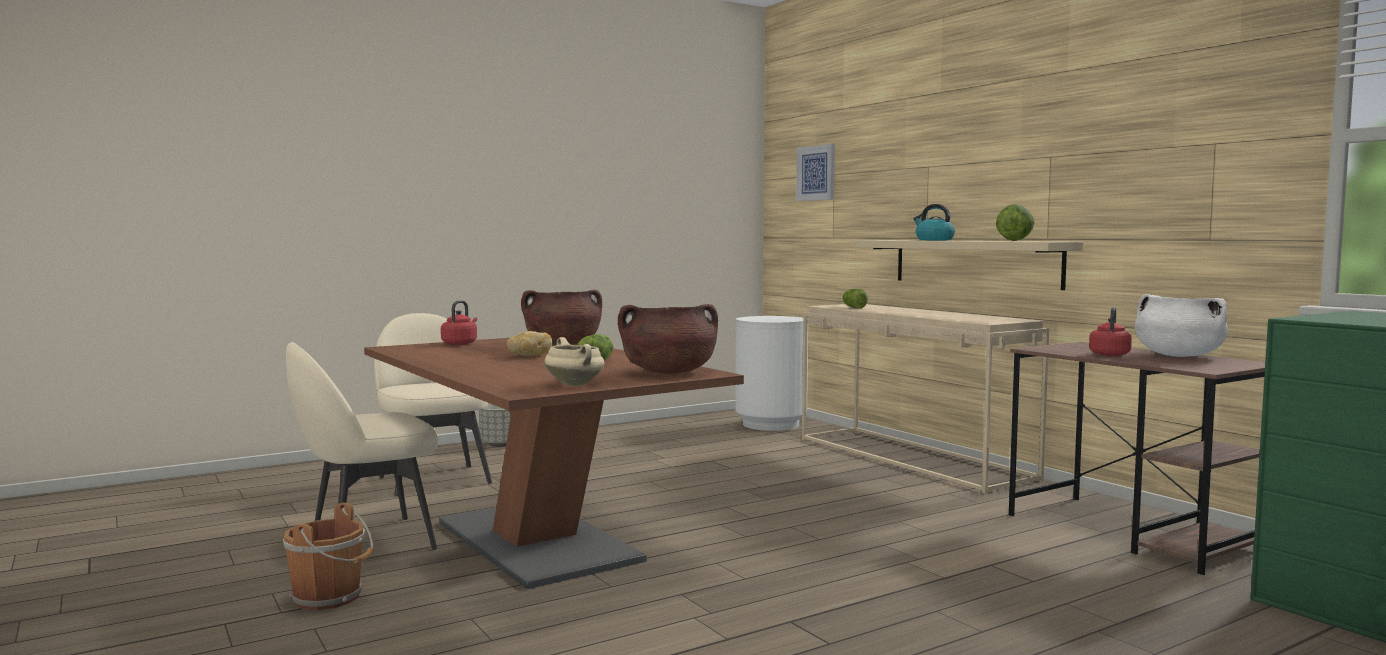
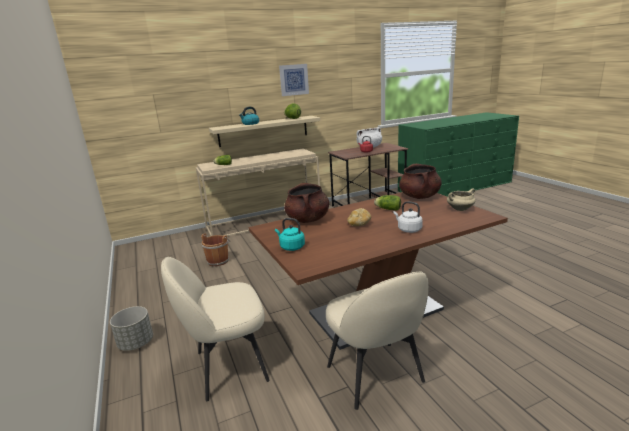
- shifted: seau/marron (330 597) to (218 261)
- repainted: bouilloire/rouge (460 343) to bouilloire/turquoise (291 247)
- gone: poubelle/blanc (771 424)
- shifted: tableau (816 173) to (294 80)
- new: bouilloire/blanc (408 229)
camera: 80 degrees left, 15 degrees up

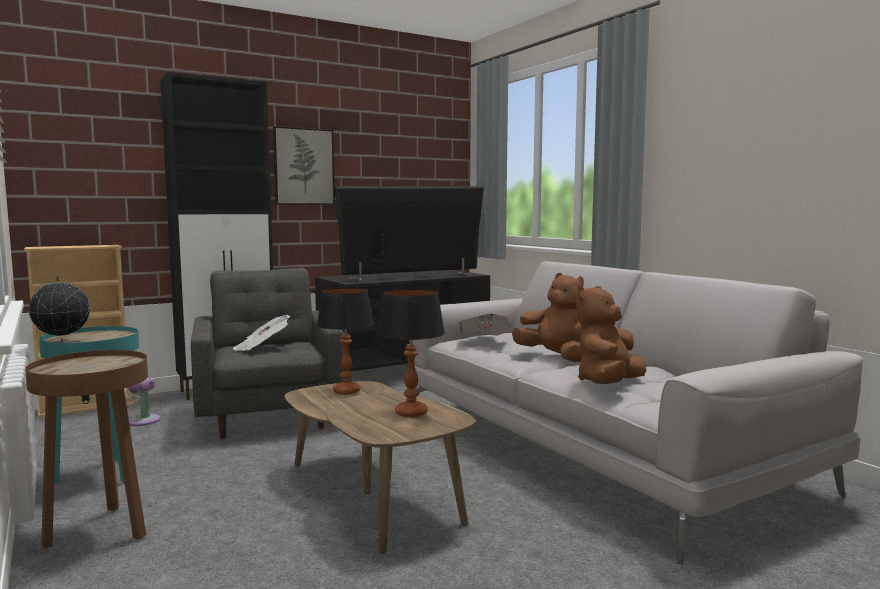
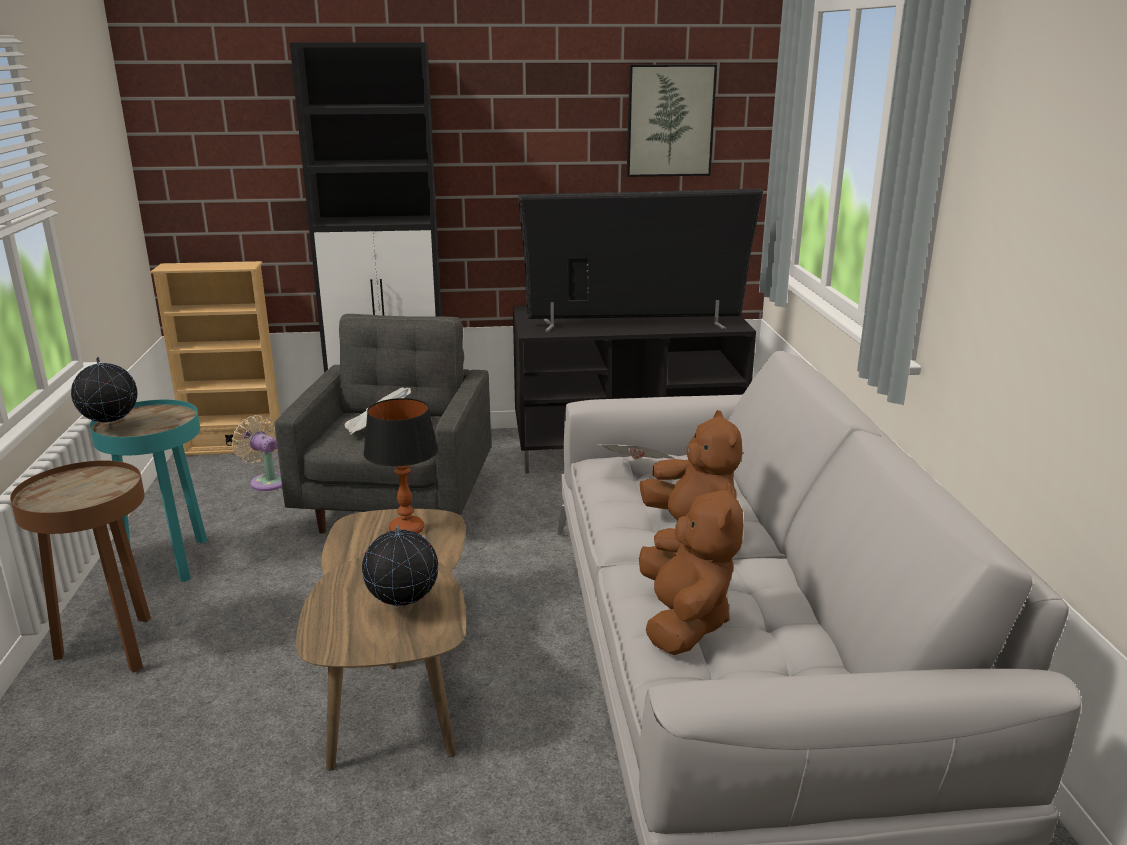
- shifted: tableau (303 166) to (670 121)
- swapped: lampe de table (411 413) to globe (403 608)
- rotated: peluche/marron (608 384) = (684 622) 120 degrees clockwise
camera: 25 degrees right, 15 degrees up

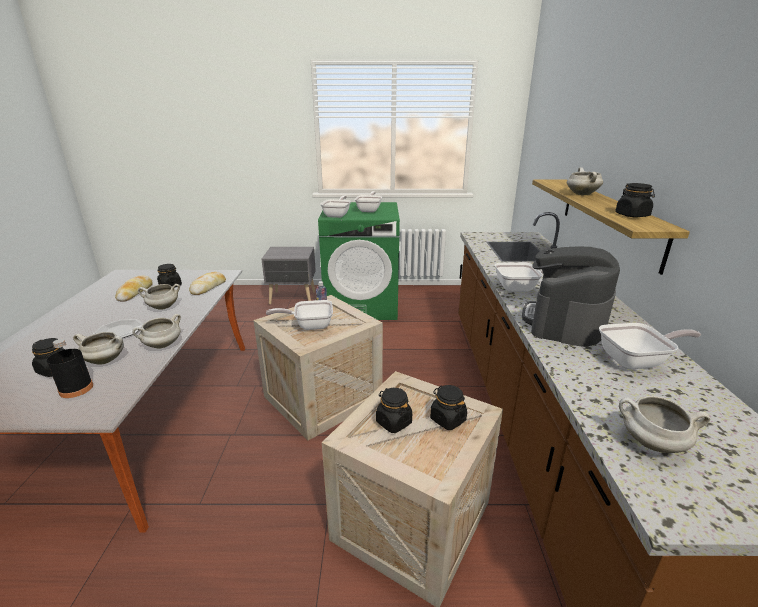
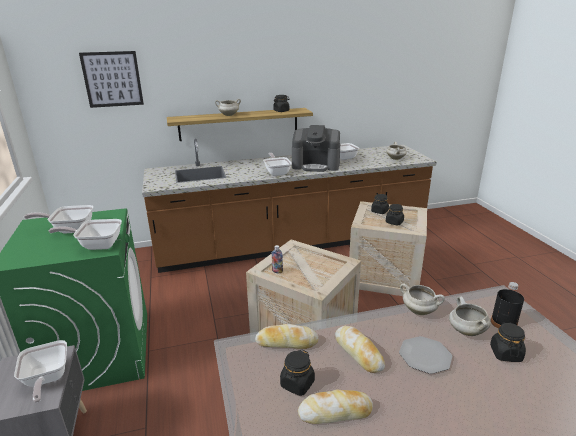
- swapped: marmite/blanc (163 307) to pain (358 353)
- shifted: poêle (309 325) to (46 380)
- new: tableau (112 79)
camera: 105 degrees left, 0 degrees up

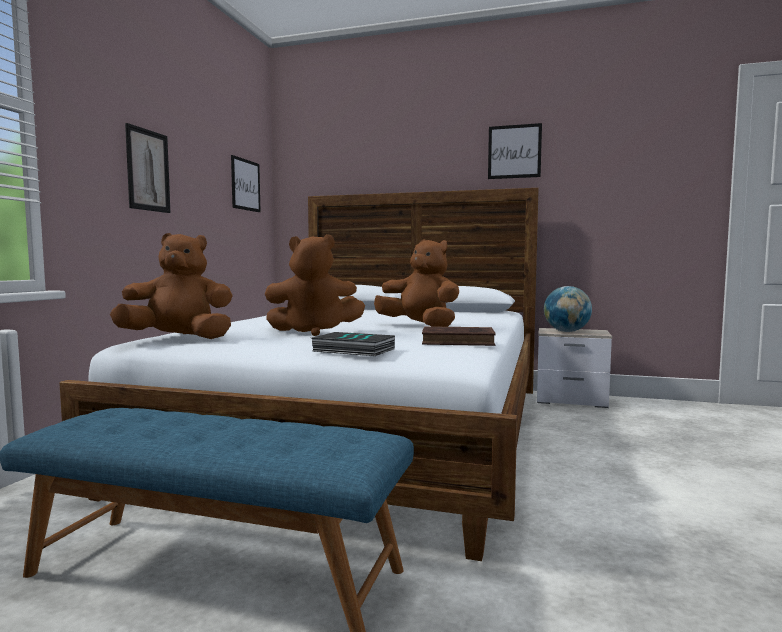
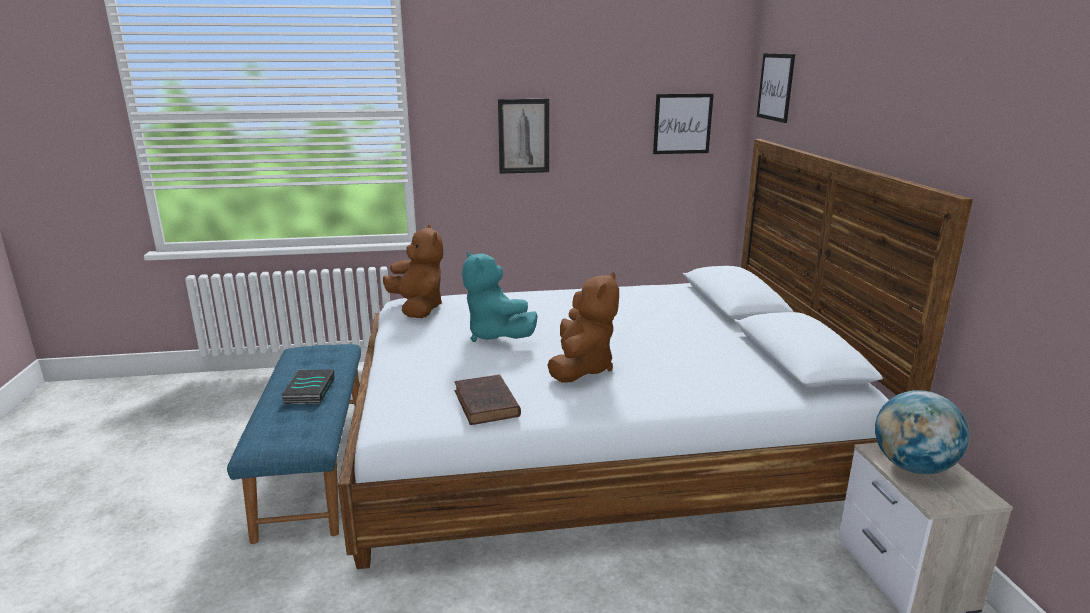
- repainted: peluche/marron (314 332) to peluche/turquoise (496 335)
- shifted: livre (352 350) to (308 391)
- shifted: tableau (514 151) to (775 87)
camera: 65 degrees right, 15 degrees up

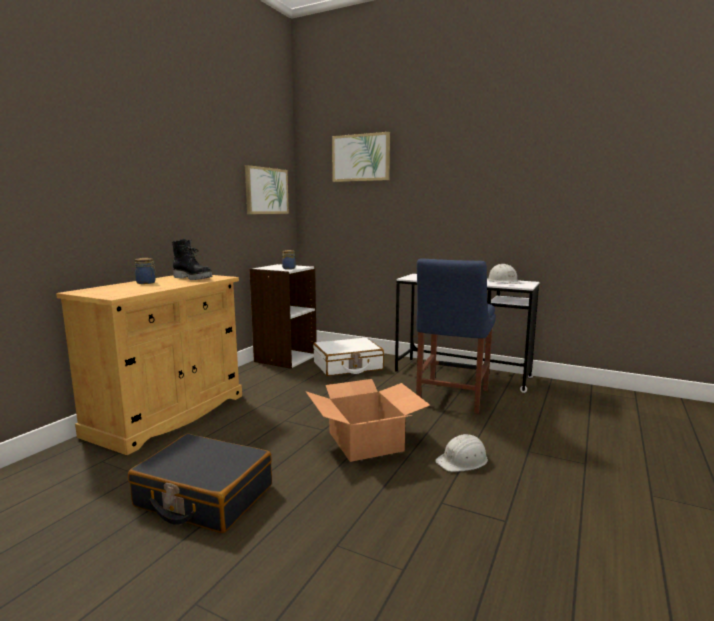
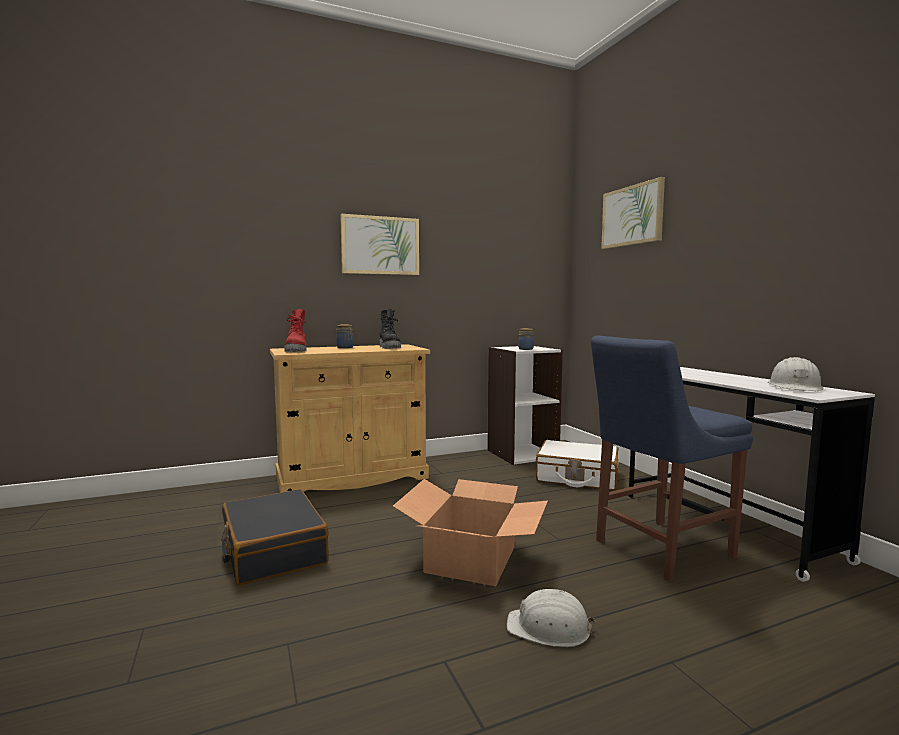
- shifted: tableau (266 191) to (380 245)
- new: botte/rouge (297 351)
camera: 40 degrees right, 5 degrees down

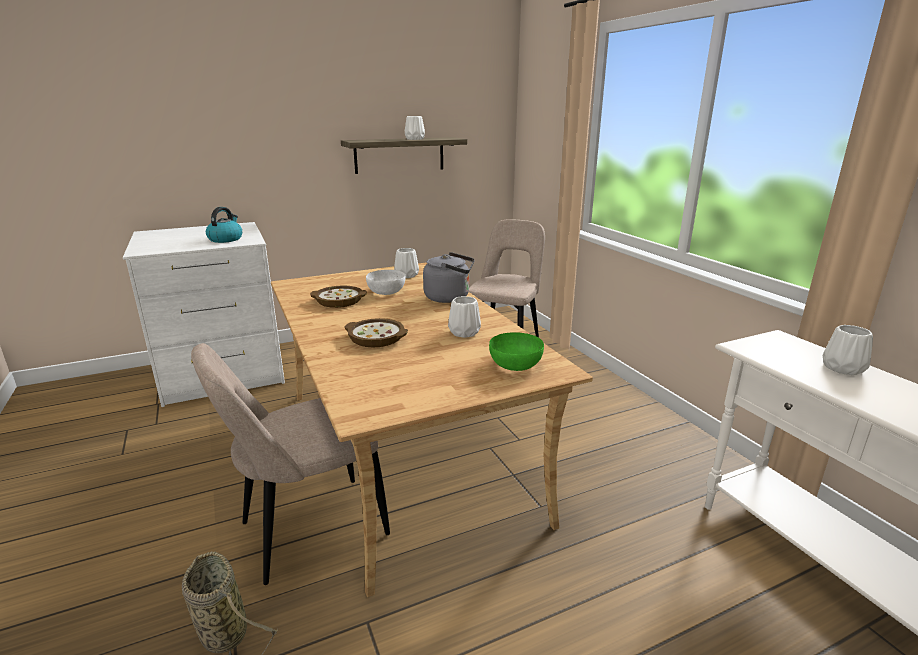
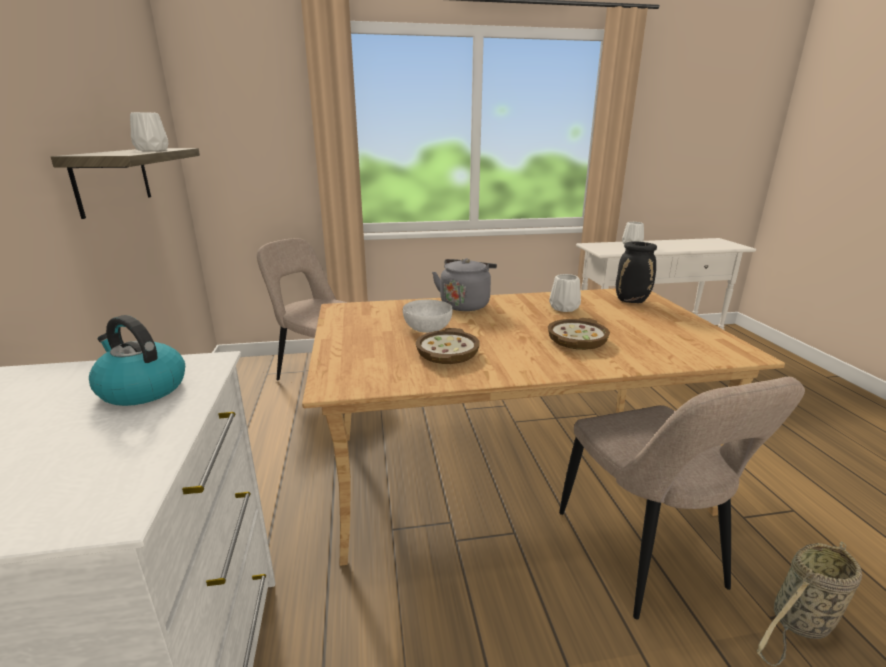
- gone: vase/blanc (407 275)
- swapped: bol/vert (516 365) to vase/noir (632 301)
camera: 75 degrees left, 0 degrees up

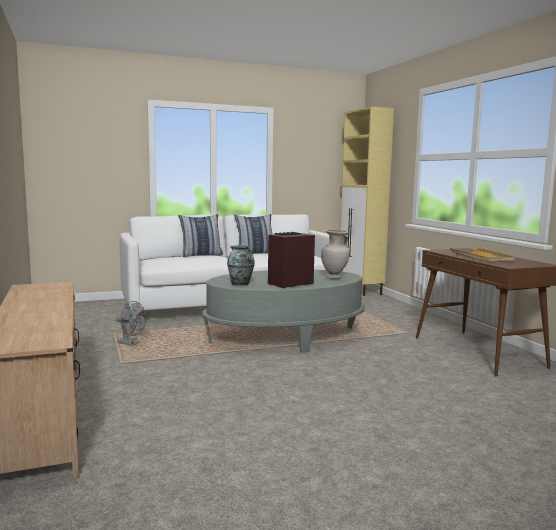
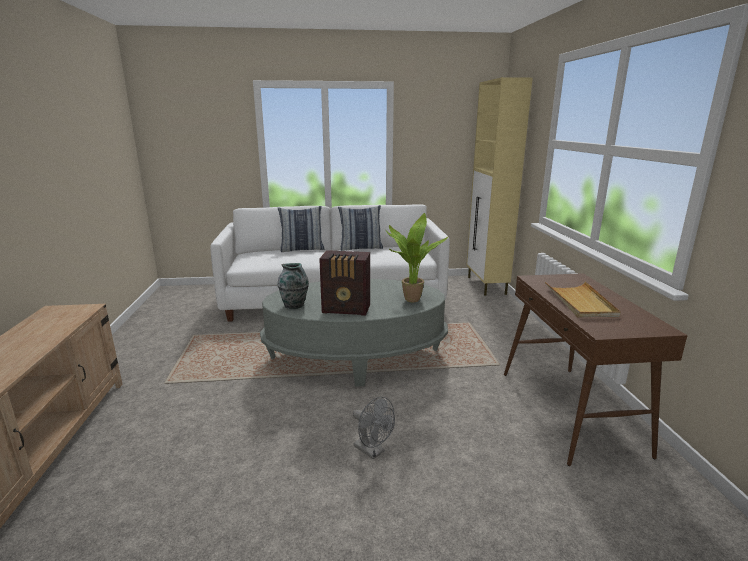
- shifted: ventilateur/gris (131 343) to (373 451)
- rotated: radio (289 284) = (347 309) 150 degrees counterclockwise
- swapped: vase/beige (334 277) to plante en pot (410 299)
camera: 15 degrees right, 10 degrees up

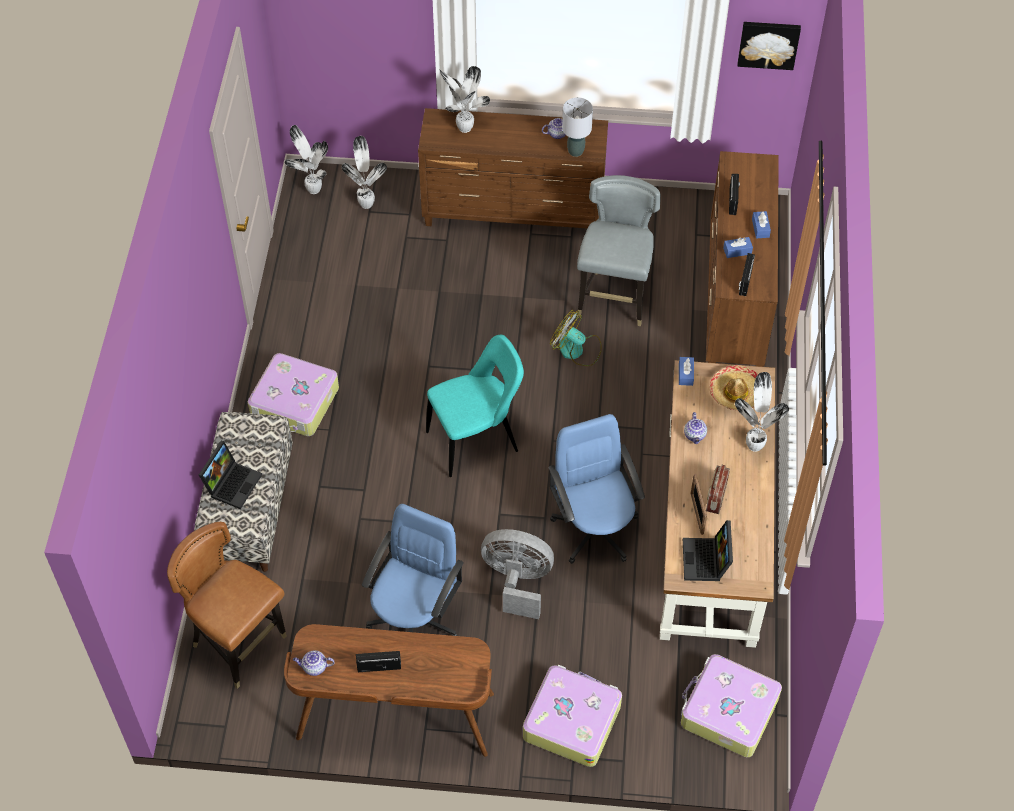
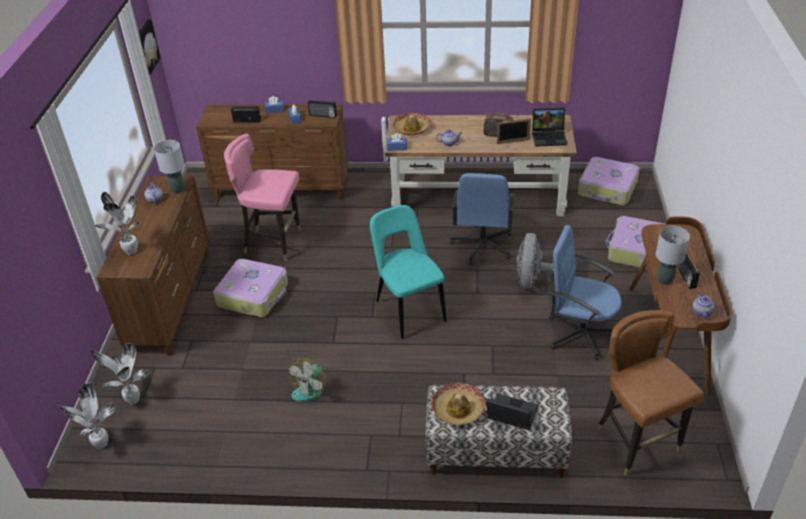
- rotated: chaise/marron (239 645) = (636 443) 120 degrees clockwise
- shifted: valise (295 403) to (254 295)
- rotated: chaise de bureau/bleu (595 528) = (482 246) 60 degrees counterclockwise
- shifted: ventilateur (576 350) to (312 388)
- repainted: chaise/gris (614 300) to chaise/rose (273 243)
- gone: plante en pot (754 444)
- new: chapeau (458 409)
- new: lampe de table/gris (664 280)
camera: 90 degrees left, 15 degrees down

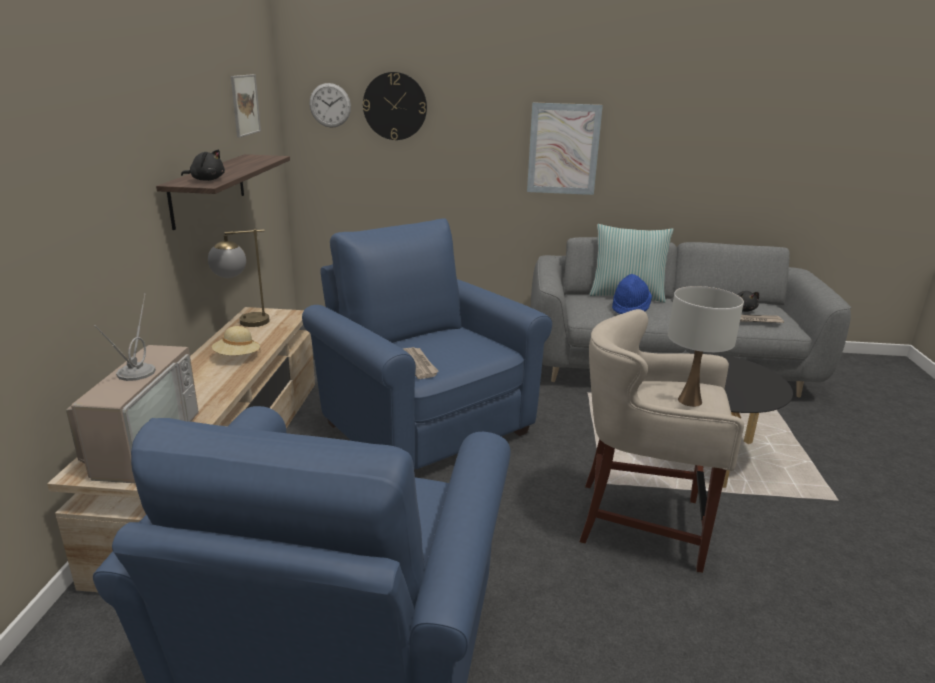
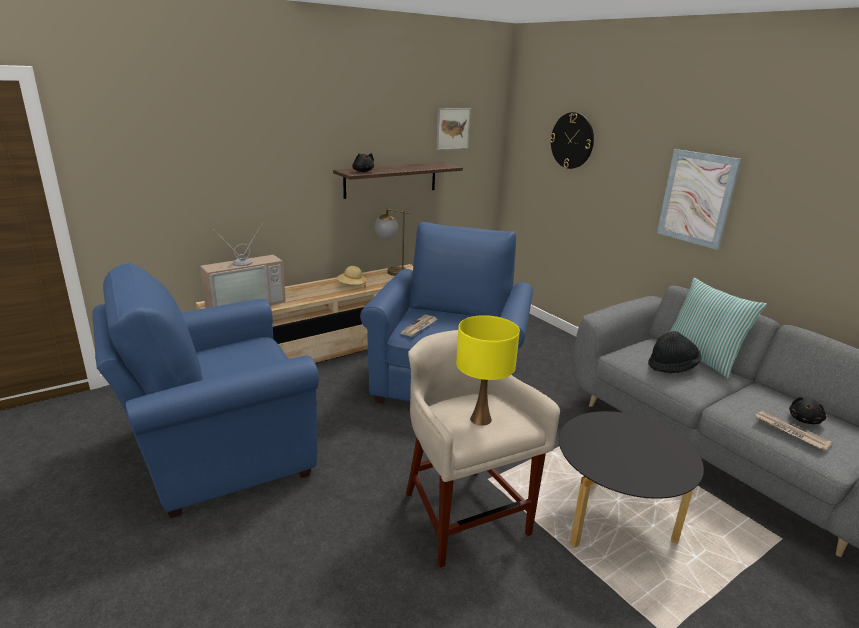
- gone: horloge murale (330 105)
- repainted: chapeau/bleu (630 308) to chapeau/noir (672 366)
- repainted: lampe de table/blanc (690 401) to lampe de table/jaune (481 419)
camera: 50 degrees right, 0 degrees up

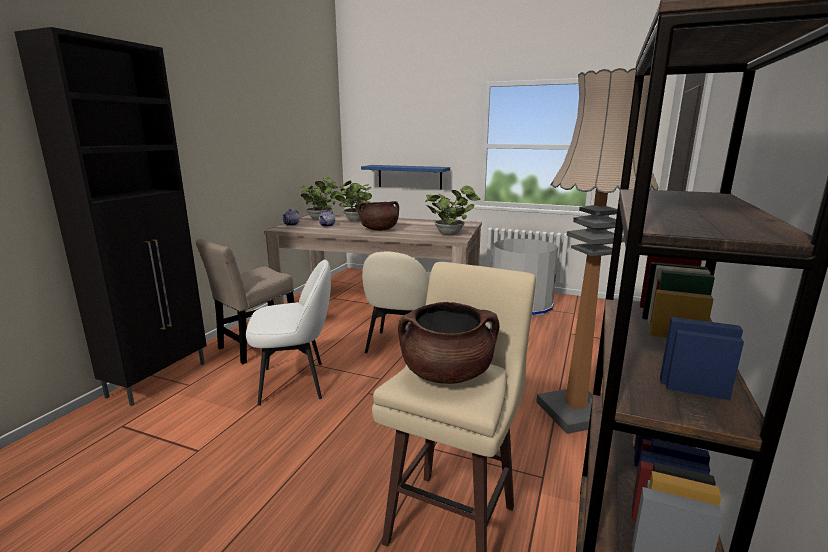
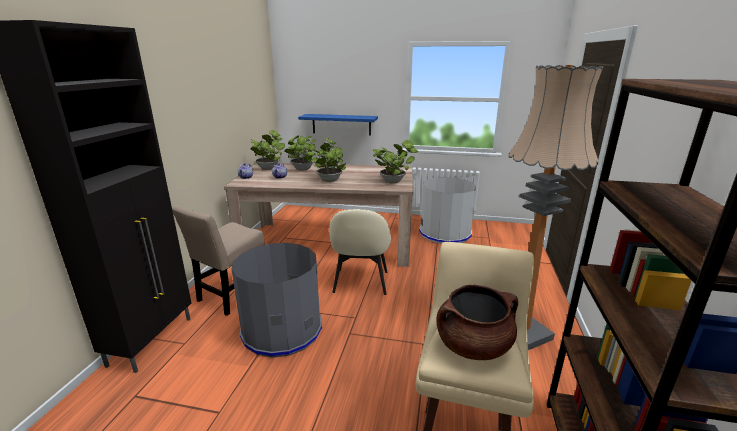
- swapped: chaise/blanc (295 382) to poubelle/gris (282 329)
- swapped: marmite/marron (379 229) to plante en pot (329 180)
camera: 10 degrees left, 5 degrees up

